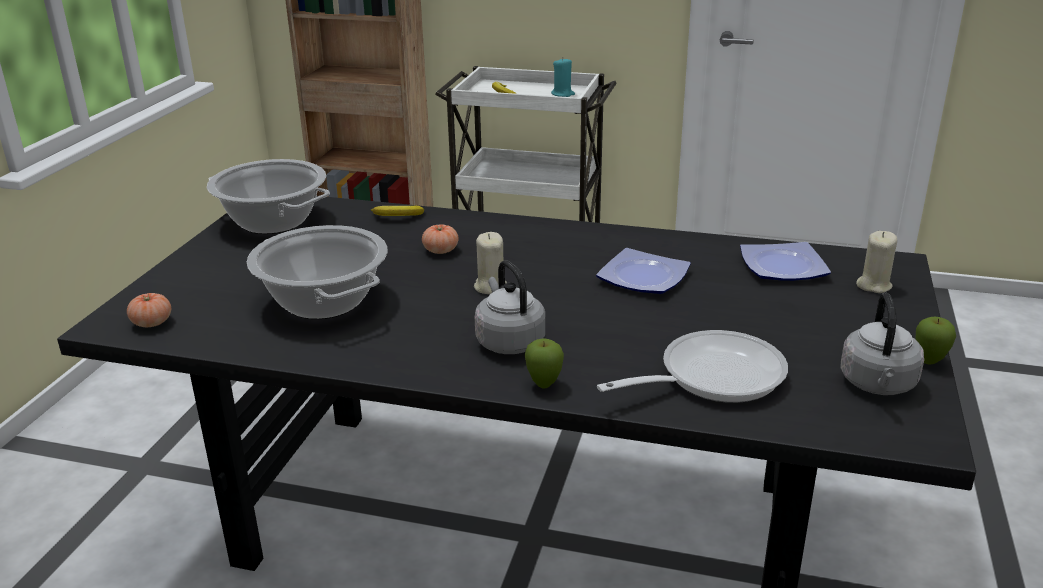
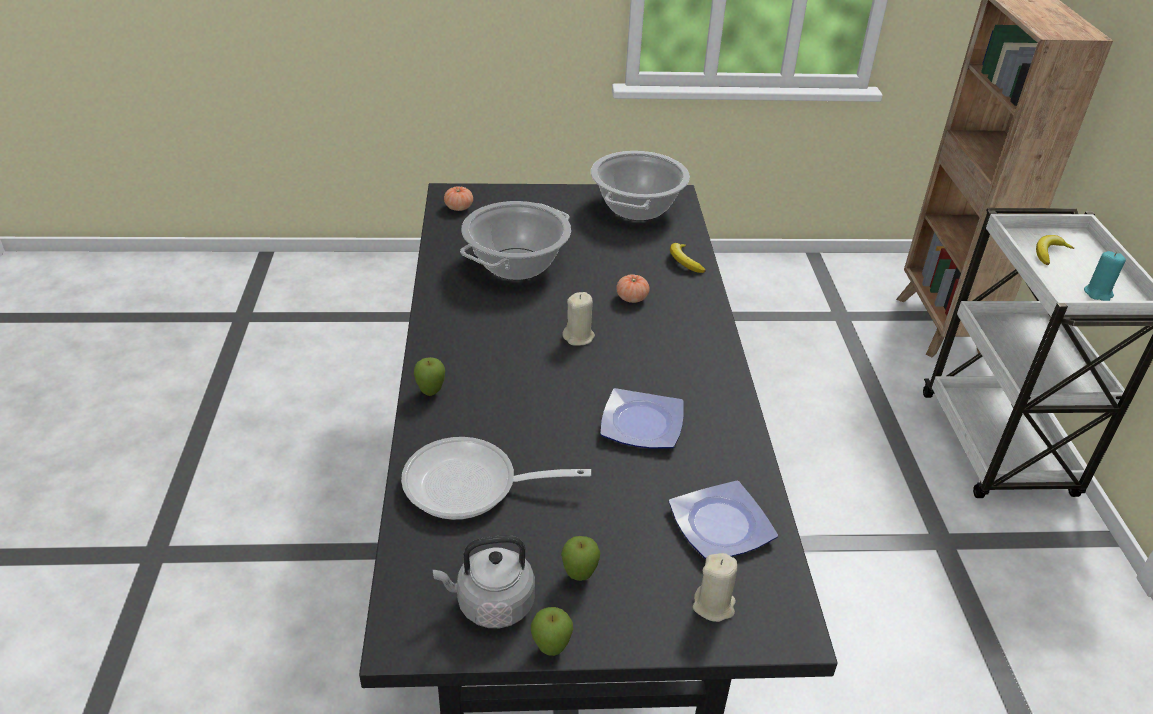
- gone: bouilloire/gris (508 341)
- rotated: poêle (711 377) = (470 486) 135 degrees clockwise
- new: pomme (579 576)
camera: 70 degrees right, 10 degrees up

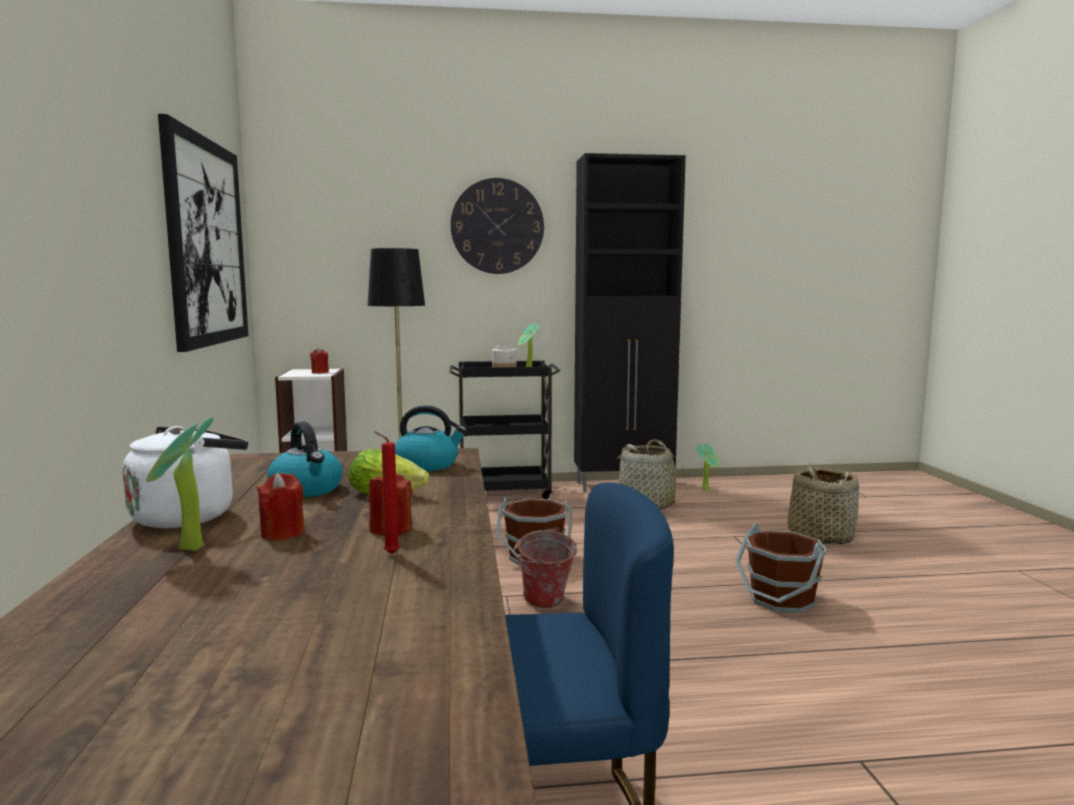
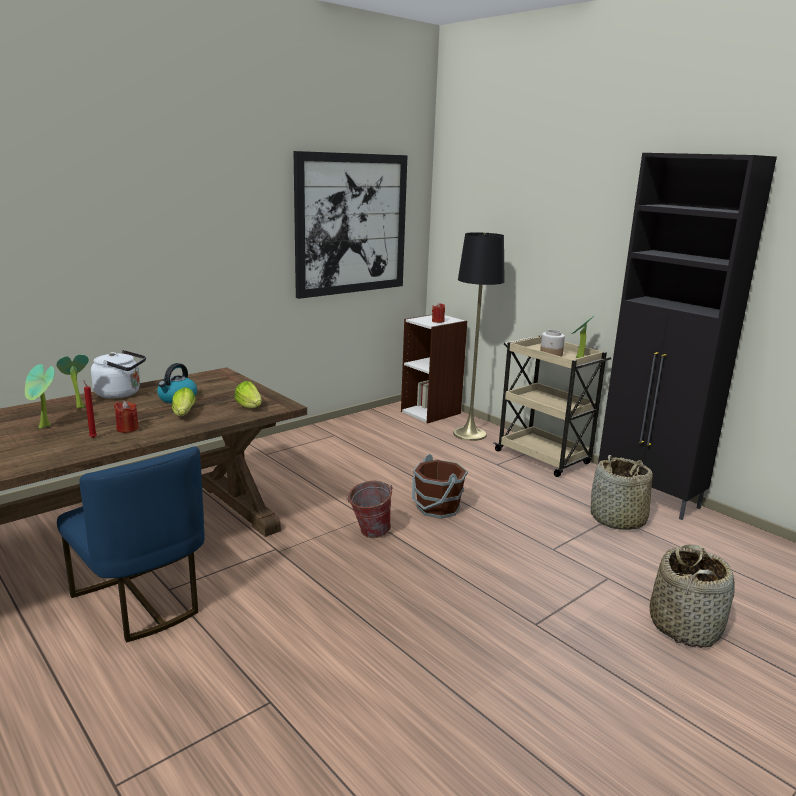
- gone: bougie/rouge (282 533)
- swapped: bouilloire (428 465) to laitue (250 407)
- repainted: chariot/noir (504 492) to chariot/beige (544 458)
- gone: horloge murale (497 226)
- shifted: plante en pot (707 490) to (44 427)
- gone: seau/marron (781 600)
camera: 55 degrees right, 10 degrees up

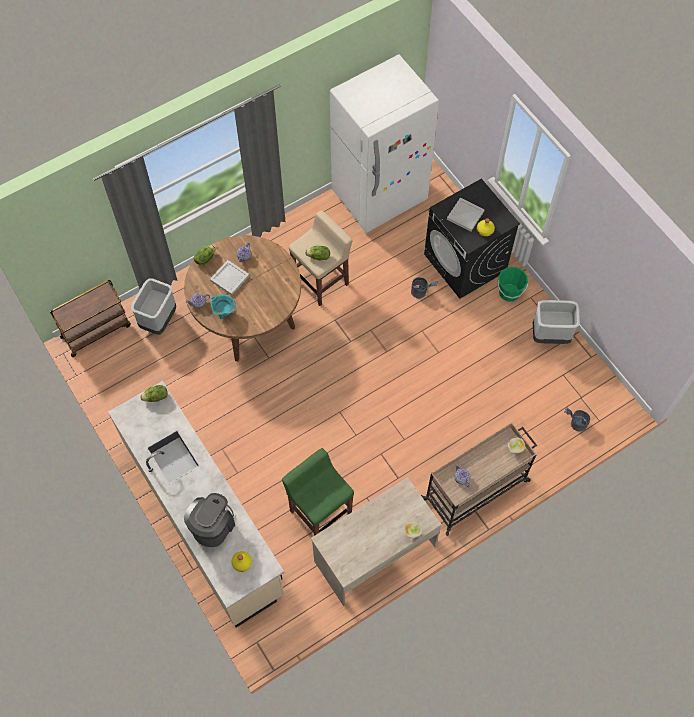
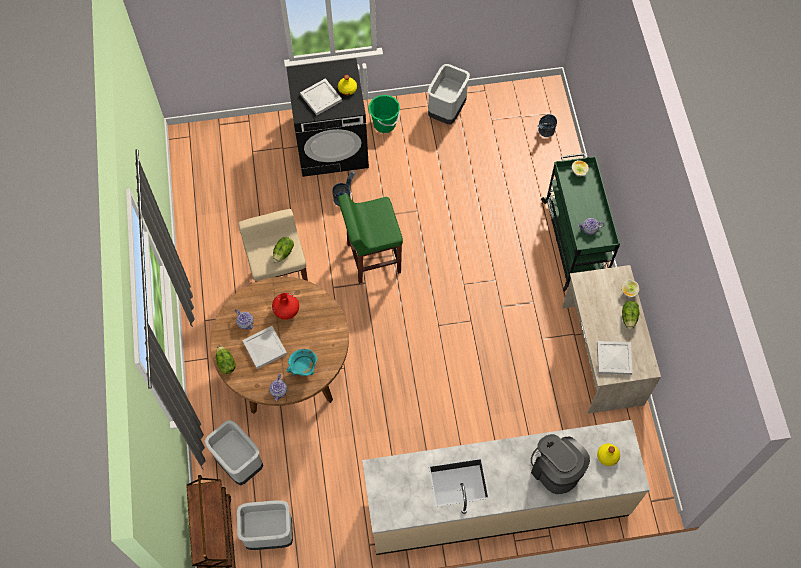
- shifted: laitue (156 397) to (629 318)
- shifted: tabouret/vert (320 511) to (372 258)
- gone: réfrigérateur/blanc (379 196)
- repainted: chariot/beige (476 489) to chariot/vert (574 240)
- new: poubelle/gris (269 535)
- new: vase/rouge (286 311)
- new: plateau/blanc (613 358)
camera: 65 degrees left, 0 degrees up

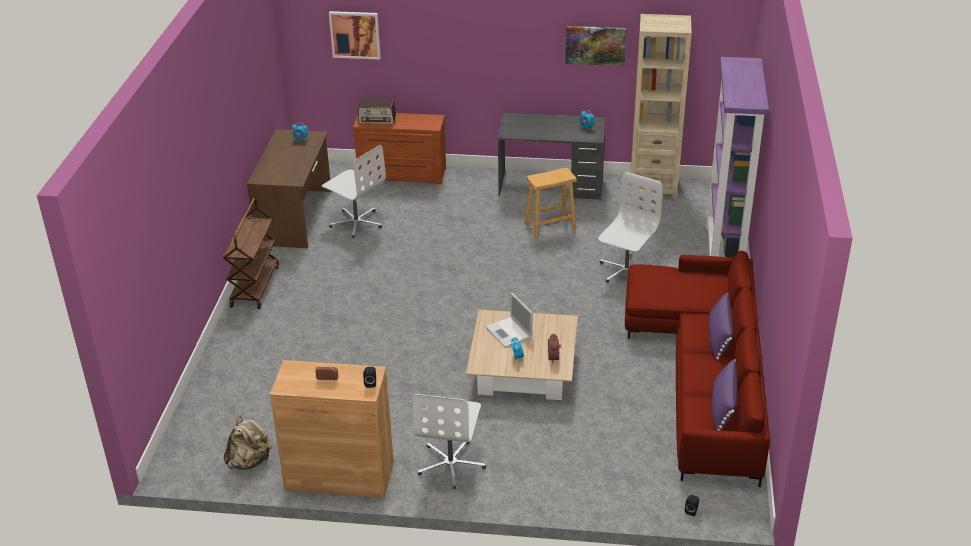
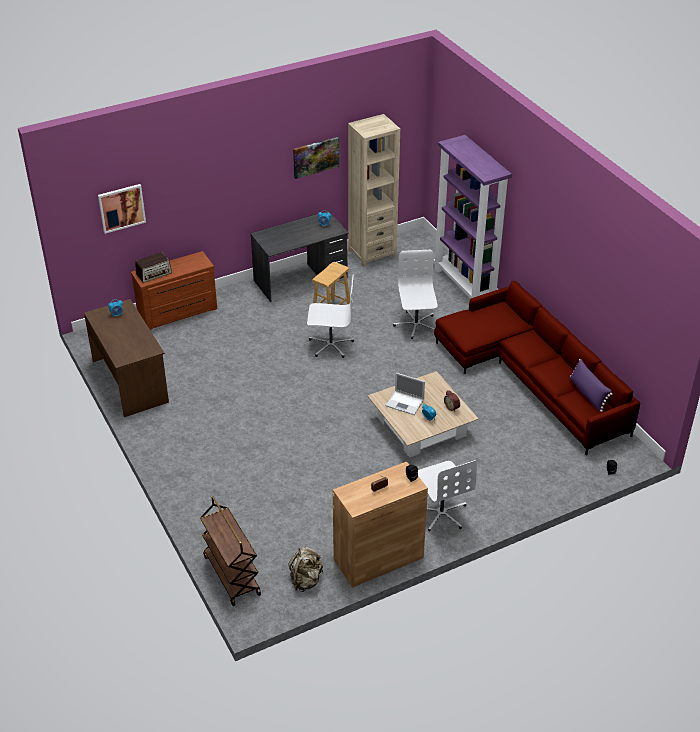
- shifted: chariot/marron (254 286) to (231 575)
- shifted: chaise de bureau/blanc (356 222) to (330 345)
- gone: coussin/violet (719 337)
camera: 35 degrees left, 5 degrees up

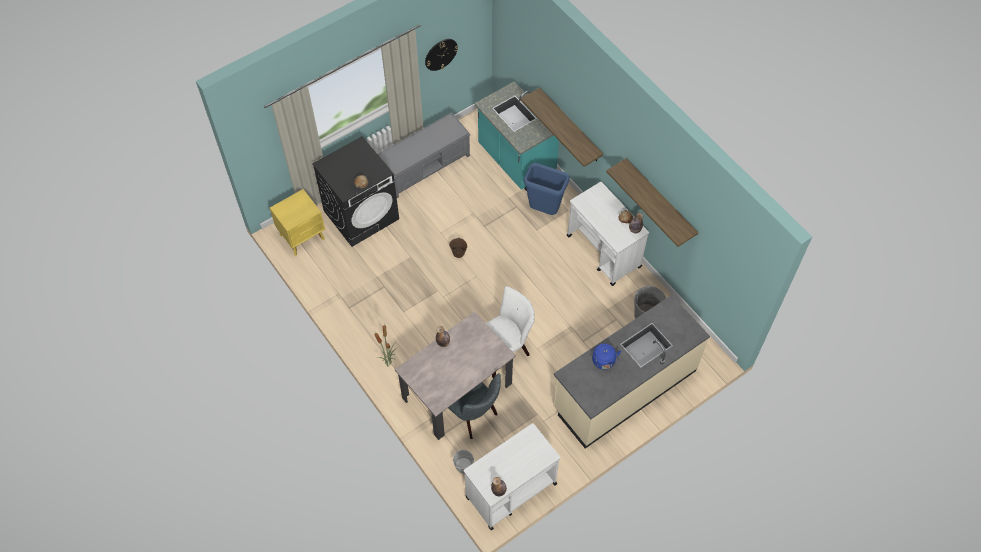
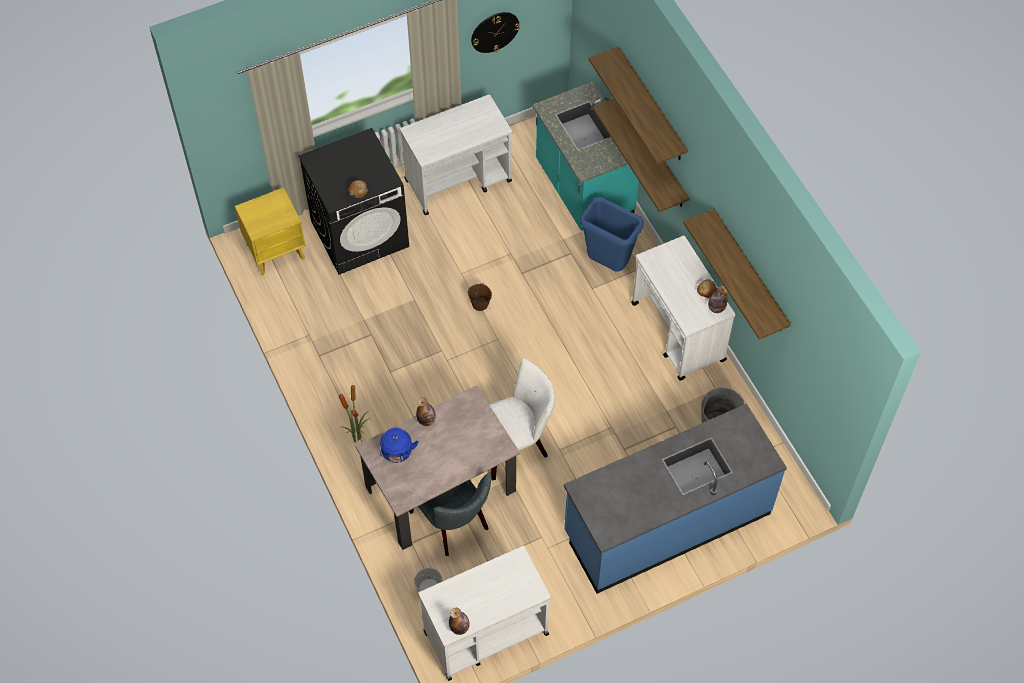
- swapped: banc/gris (425 166) to chariot/blanc (459 180)
- repainted: comptoir de cuisine/beige (624 389) to comptoir de cuisine/bleu (666 522)
- shifted: bouilloire/bleu (604 362) to (397 453)
- new: étagère (651 106)
camera: 10 degrees right, 0 degrees up

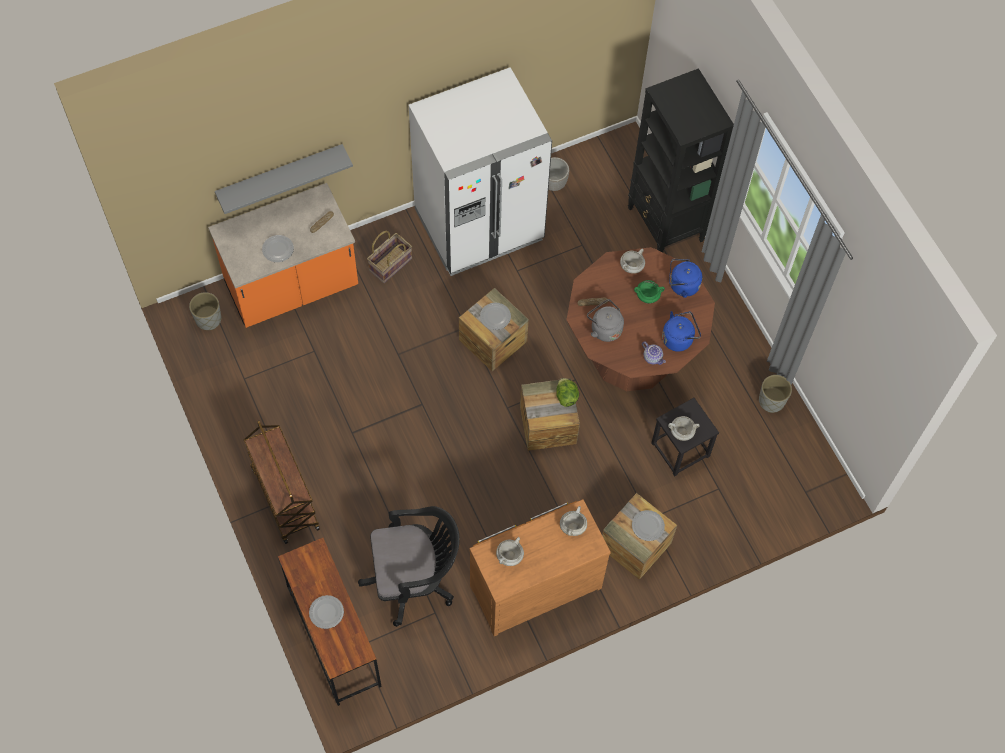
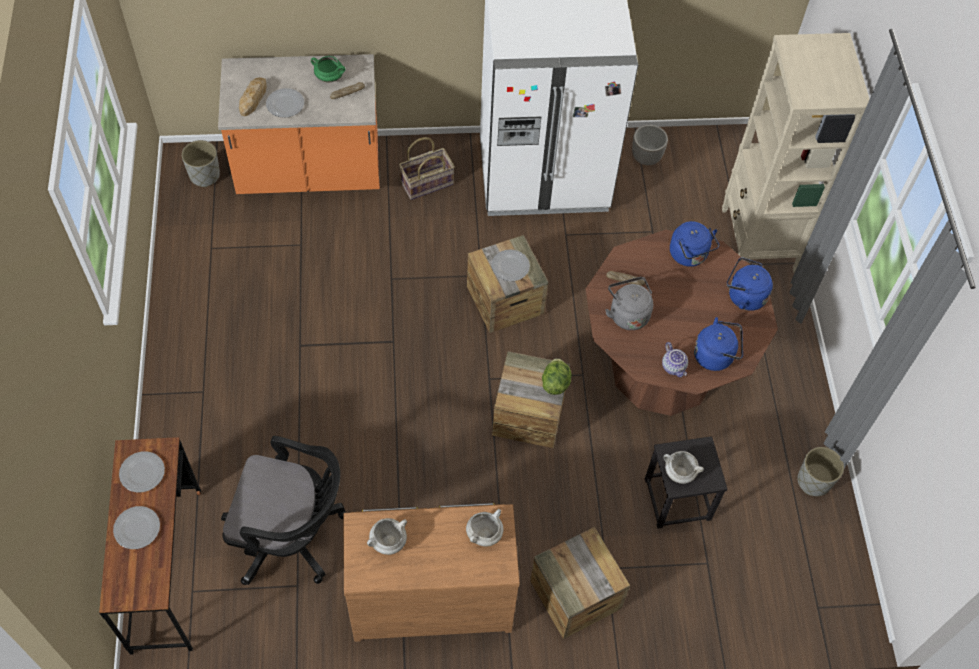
- gone: étagère/gris (280 175)
- gone: chariot/marron (284 498)
- swapped: marmite/blanc (631 267) to bouilloire/bleu (689 255)
- repainted: bibliothèque/noir (665 225) to bibliothèque/beige (758 241)
- shifted: assiette (648 526) to (142 473)
- shifted: marmite/vert (648 296) to (330 77)
- new: pain (253 98)
camera: 20 degrees right, 5 degrees down

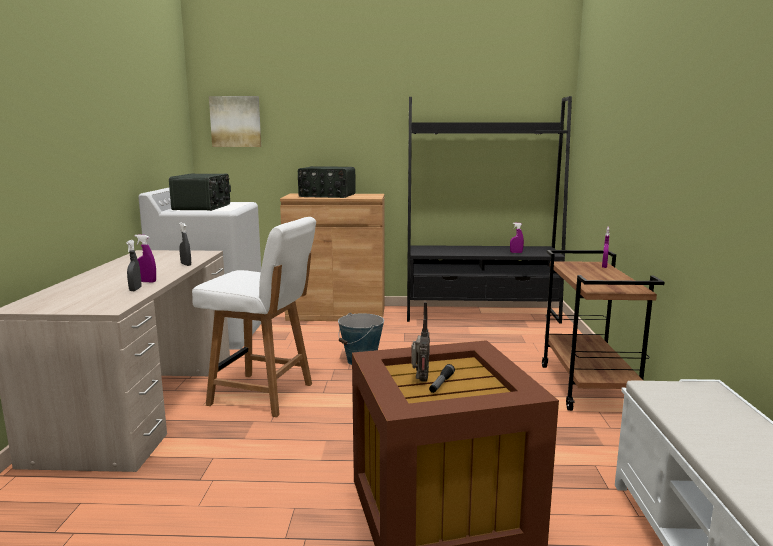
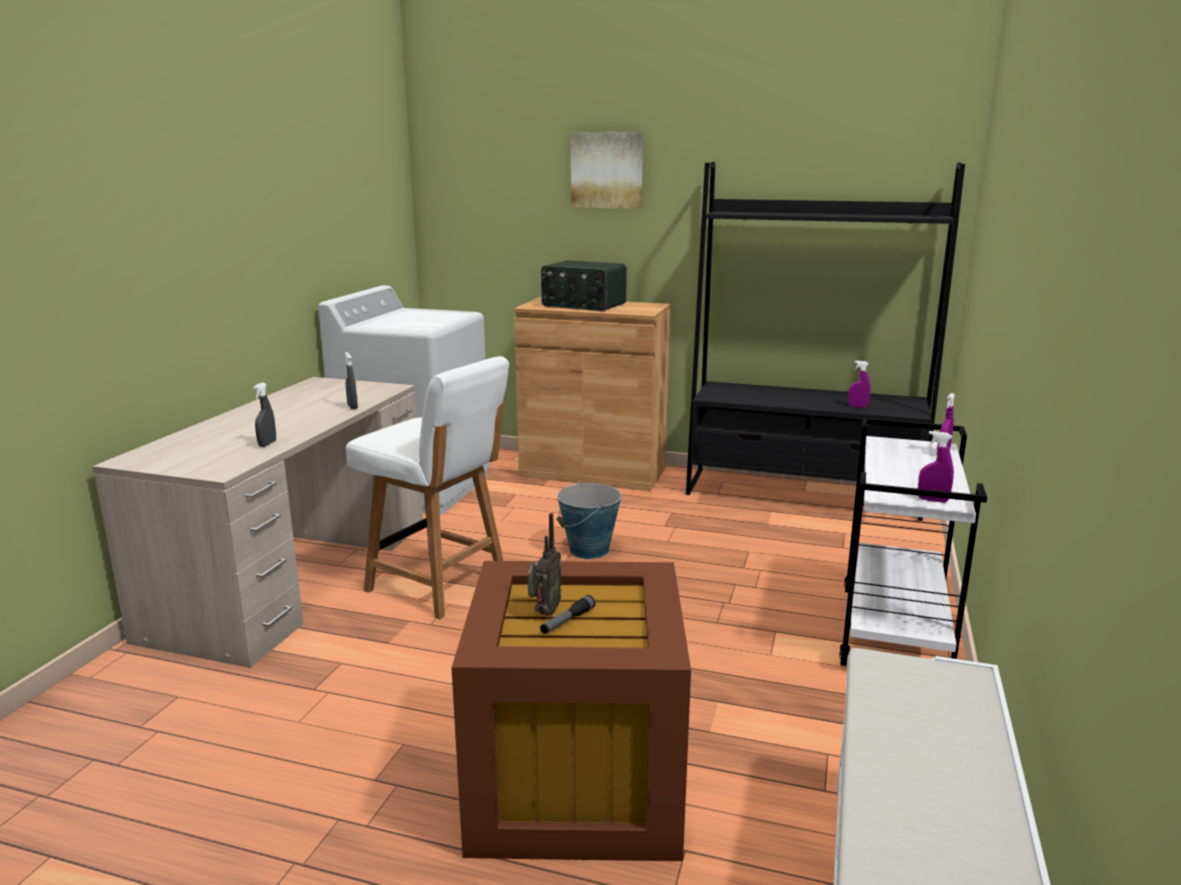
- shifted: vaporisateur/violet (147 281) to (932 500)
- gone: radio (203 207)
- shifted: tableau (236 121) to (607 170)
- repainted: chariot/marron (588 387) to chariot/blanc (895 633)
camera: 15 degrees right, 5 degrees up

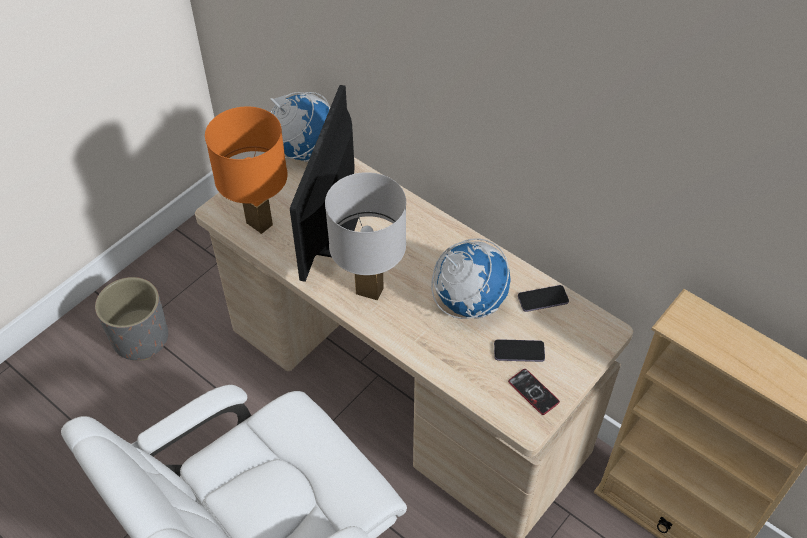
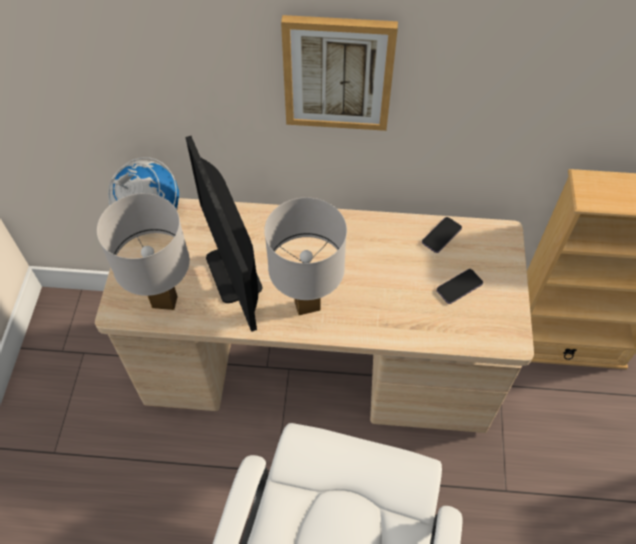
- gone: cache-pot/gris (141 338)
- repainted: lampe de table/orange (258 224) to lampe de table/blanc (164 302)
- gone: globe (468 302)
- gone: téléphone (533 392)
- new: tableau (338 73)
camera: 35 degrees left, 5 degrees up

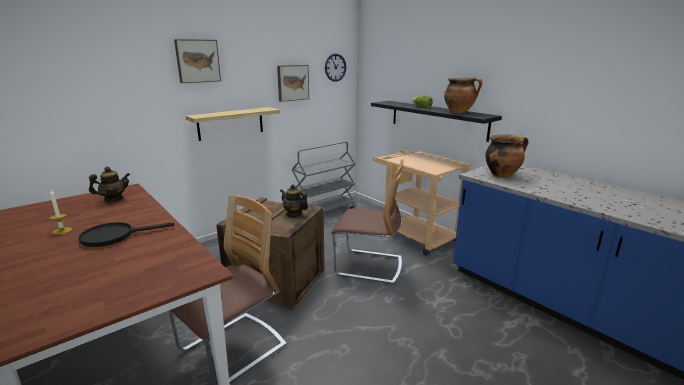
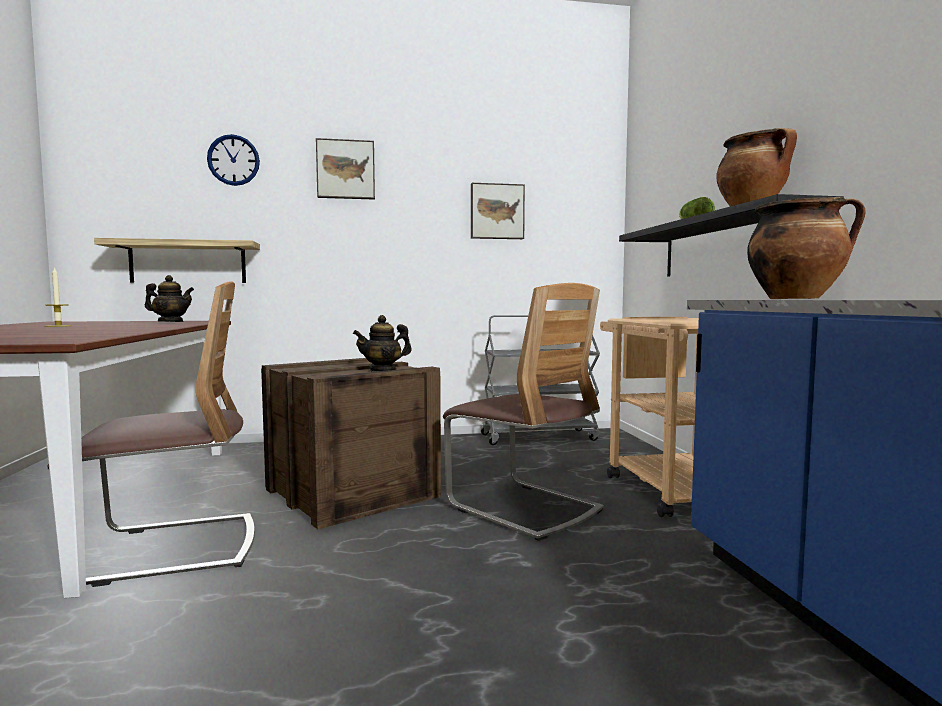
- gone: poêle/noir (115 236)
- shifted: étagère (231 123) to (188 262)
- rotated: théière (294 214) = (383 370) 90 degrees counterclockwise
- shifted: horloge murale (335 67) to (233 160)
camera: 30 degrees right, 15 degrees down

